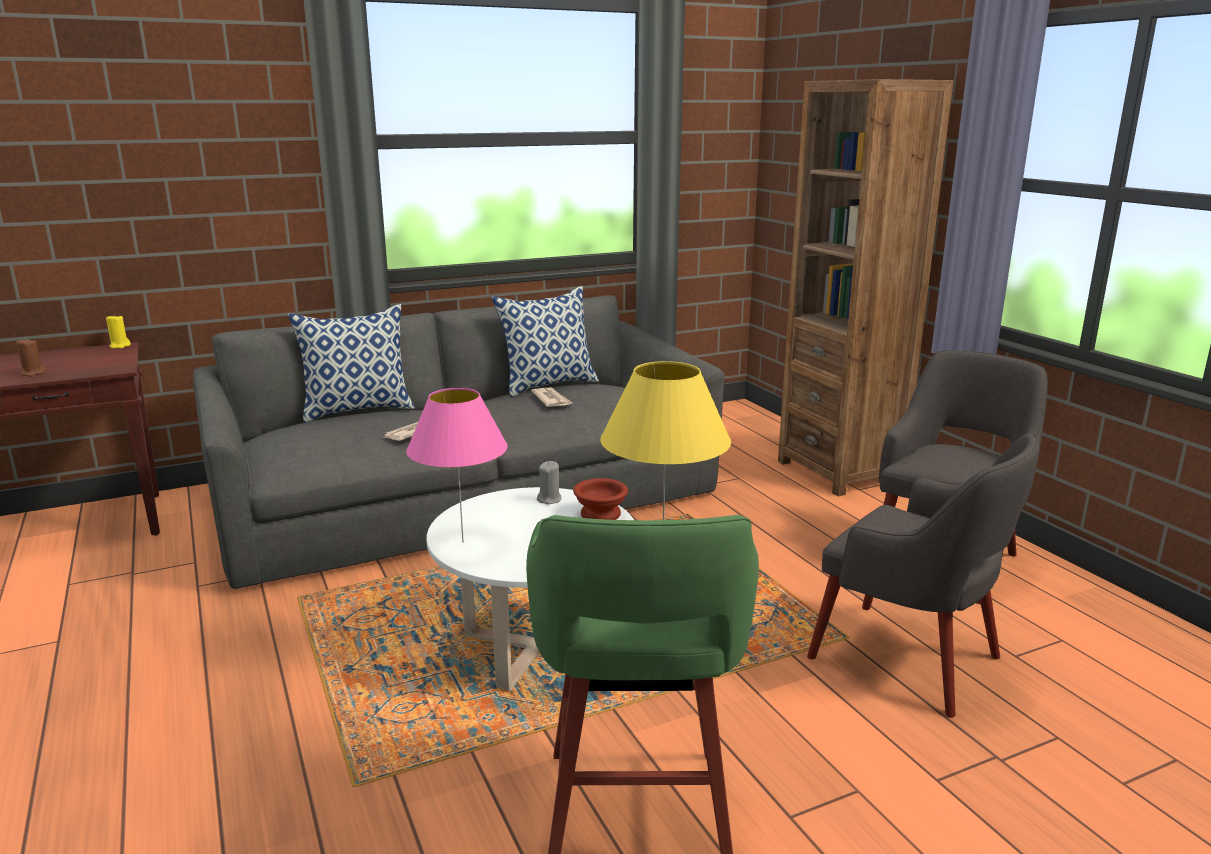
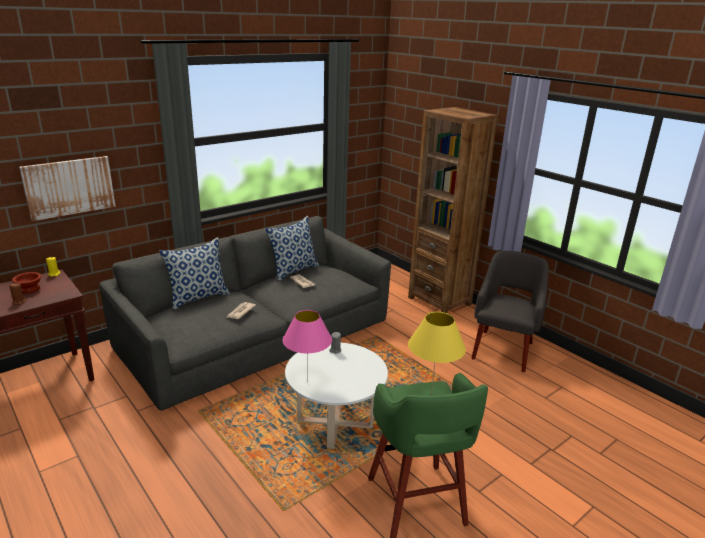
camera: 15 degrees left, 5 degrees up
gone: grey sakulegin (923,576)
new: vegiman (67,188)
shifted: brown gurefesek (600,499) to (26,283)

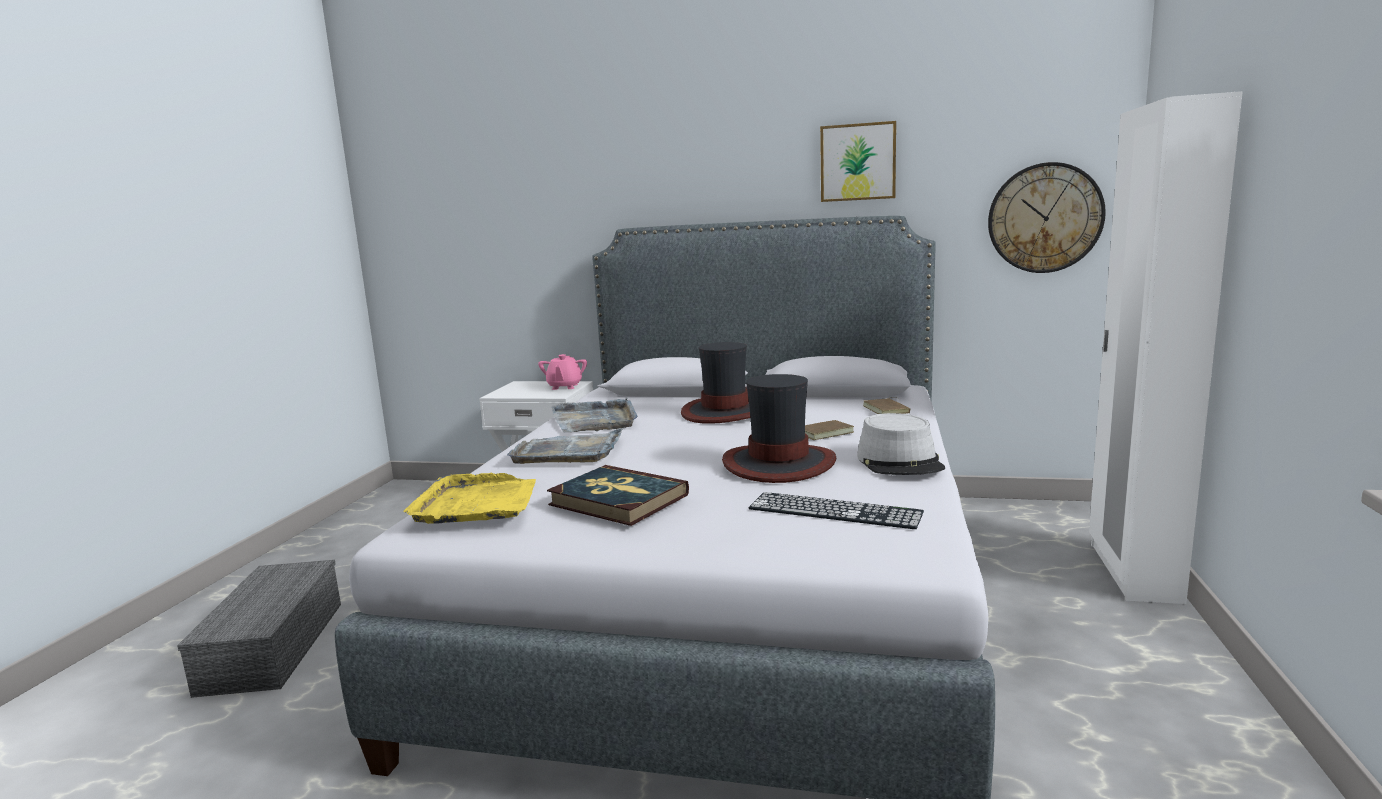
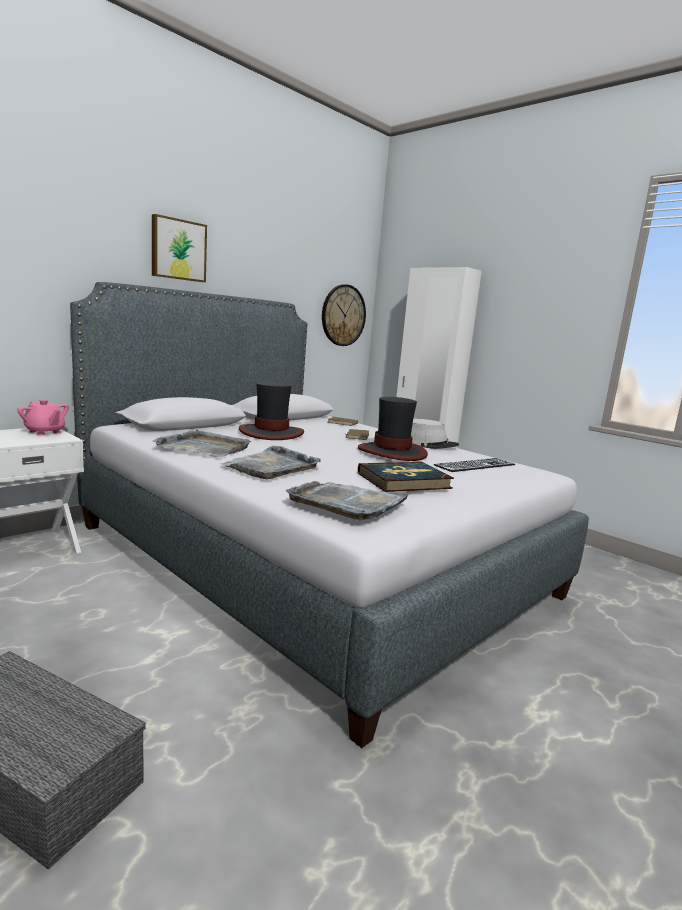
camera: 60 degrees left, 0 degrees up
shifted: vegiman (858,161) to (179,248)
repainted: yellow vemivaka (469,498) to grey vemivaka (348,500)

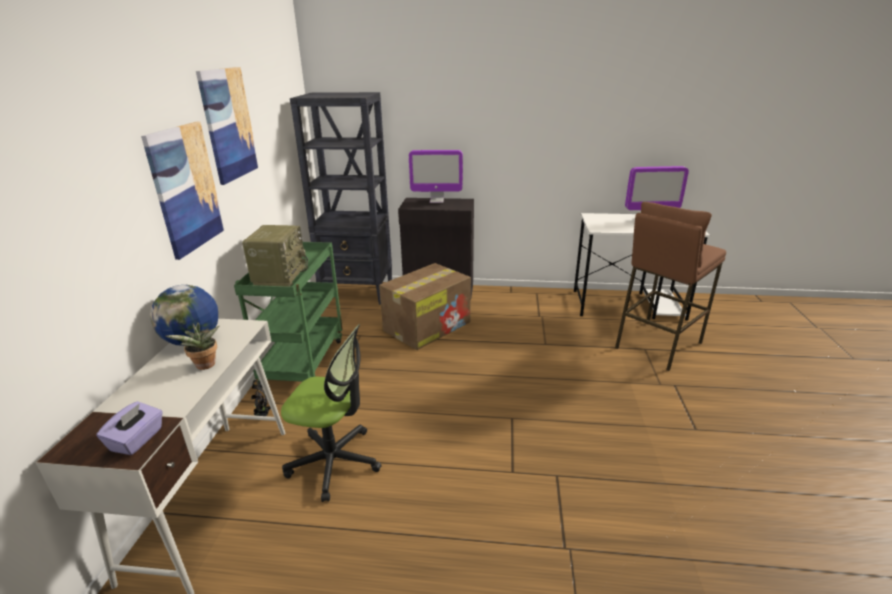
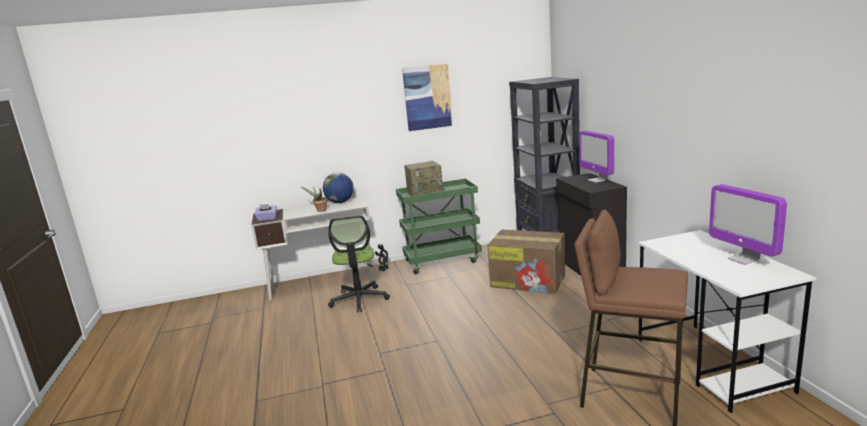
camera: 70 degrees right, 10 degrees down
gone: vegiman (183,191)

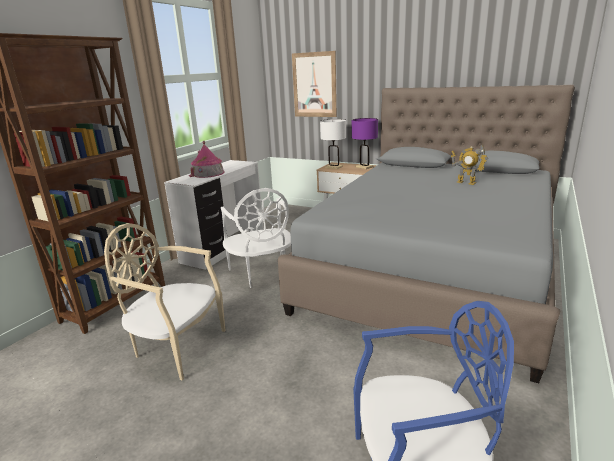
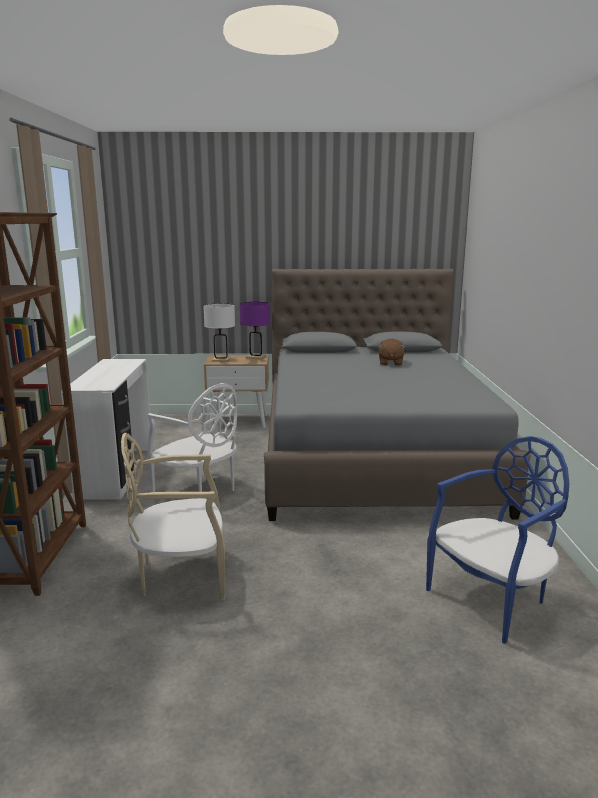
camera: 30 degrees left, 5 degrees down
gone: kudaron (207,159); vegiman (314,84)
swapped: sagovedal (469,164) to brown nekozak (392,352)

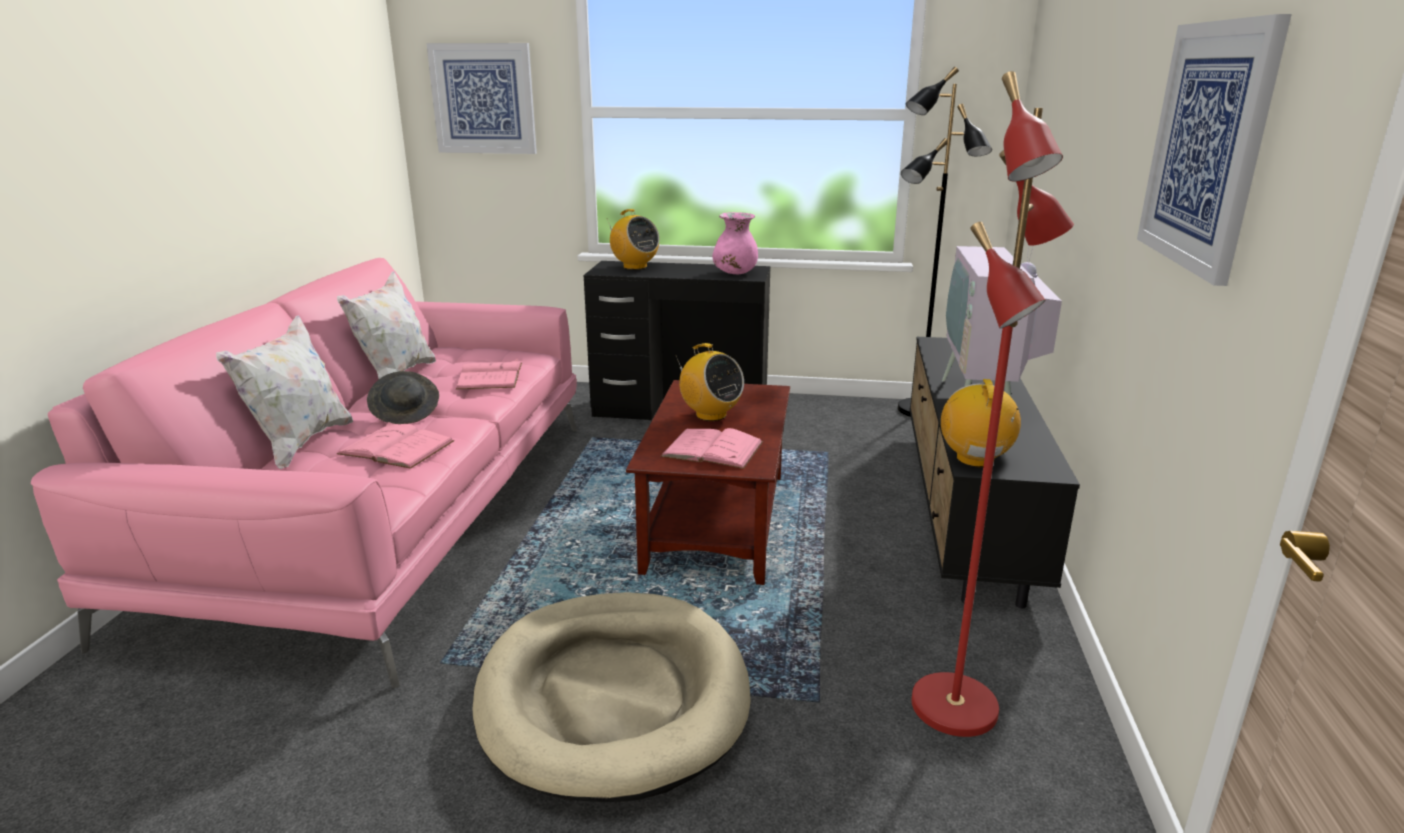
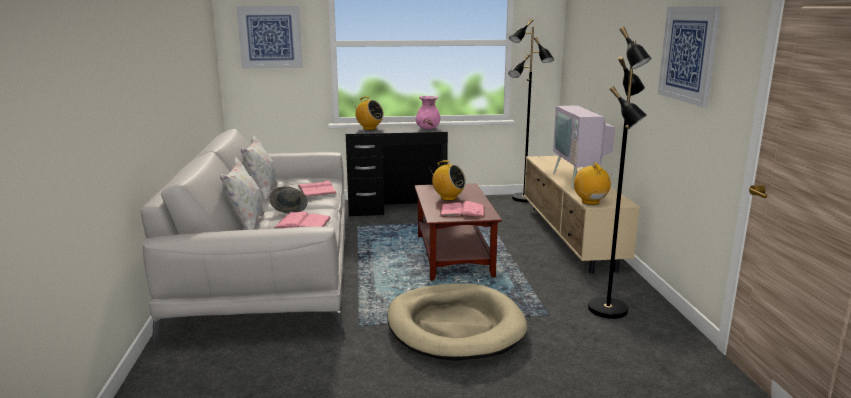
camera: 15 degrees left, 5 degrees down
repainted: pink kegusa (304,473) to grey kegusa (243,238); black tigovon (994,472) to beige tigovon (582,215); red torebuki (992,404) to black torebuki (619,173)

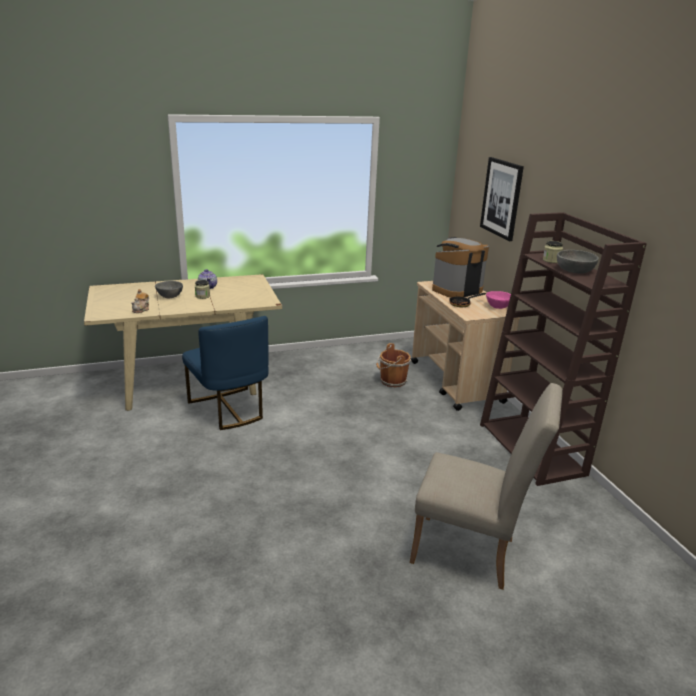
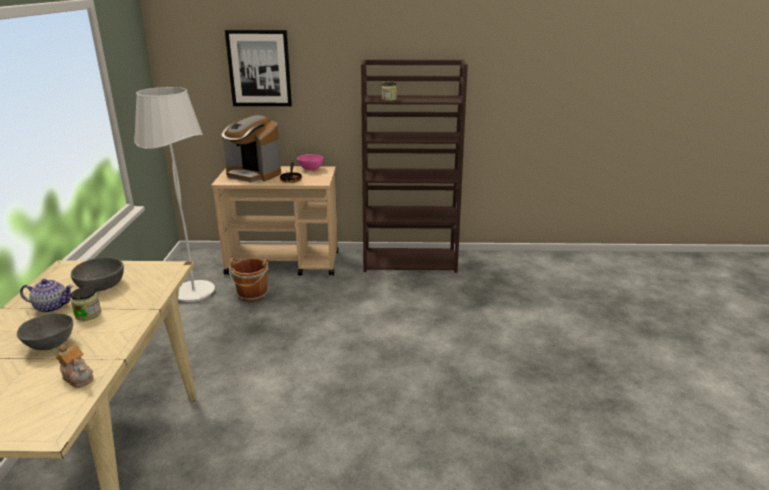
camera: 70 degrees left, 0 degrees up
gone: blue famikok (225,373); beige famikok (486,486)
new: white torebuki (174,194)
shifted: grey gurefesek (578,261) to (97,274)
rotated: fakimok (460,267) = (251,148) 45 degrees counterclockwise

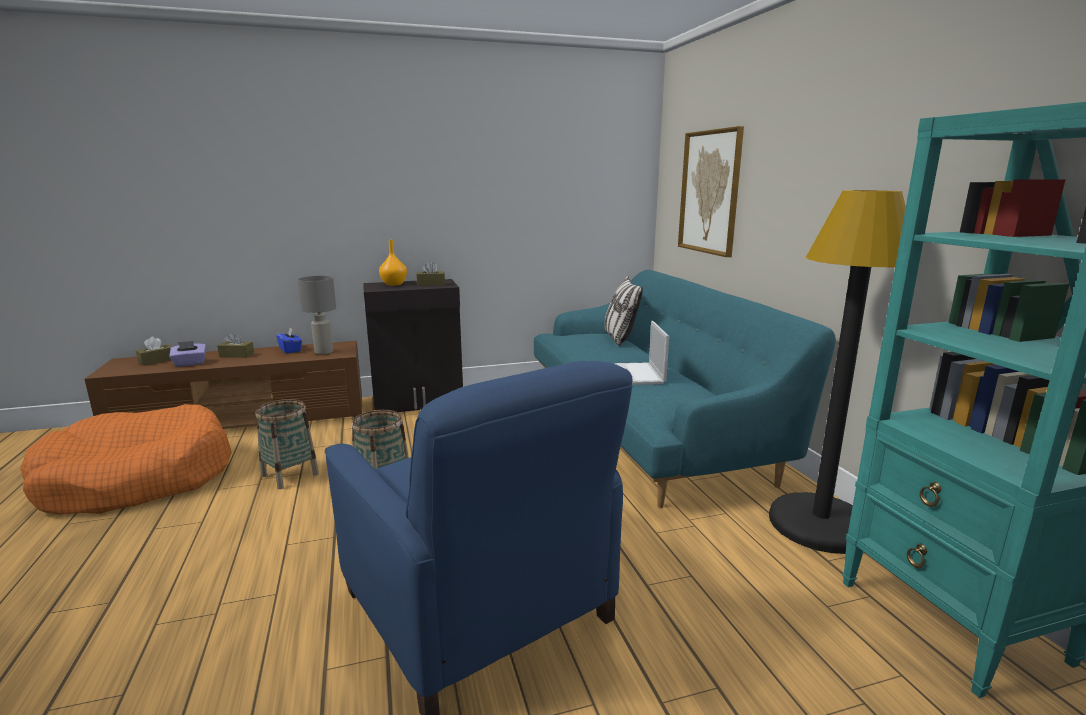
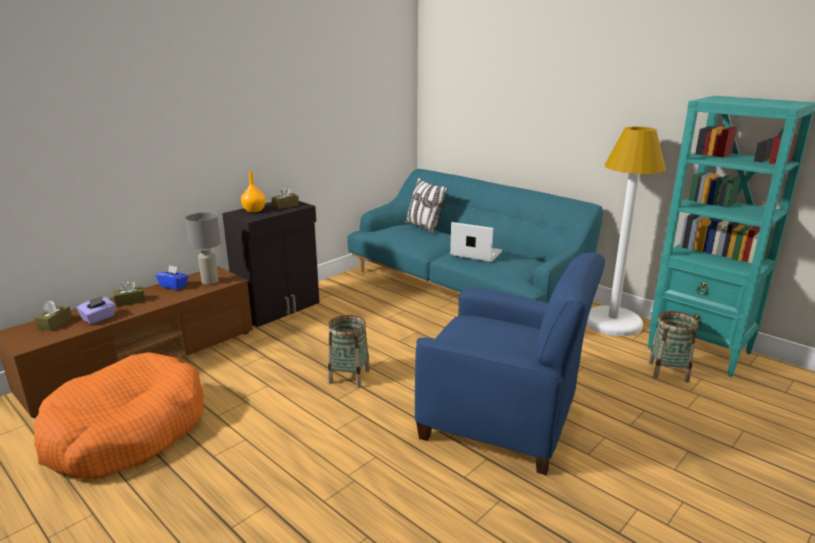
camera: 30 degrees left, 5 degrees up
gone: vegiman (711,191)
shifted: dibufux (287,444) to (673,347)
repainted: black torebuki (844,372) to white torebuki (626,231)
rotated: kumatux (641,353) = (476,242) 150 degrees clockwise

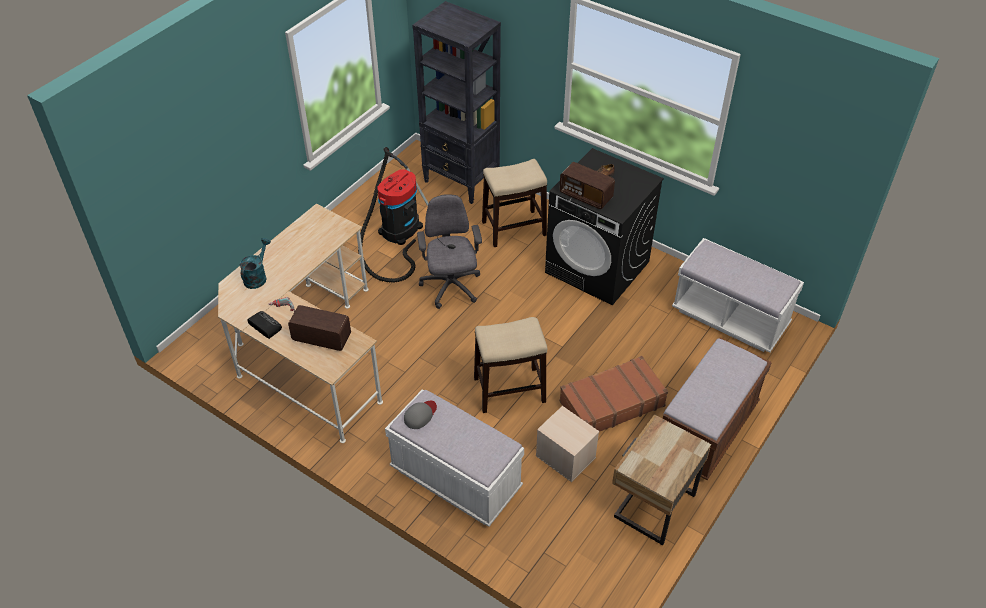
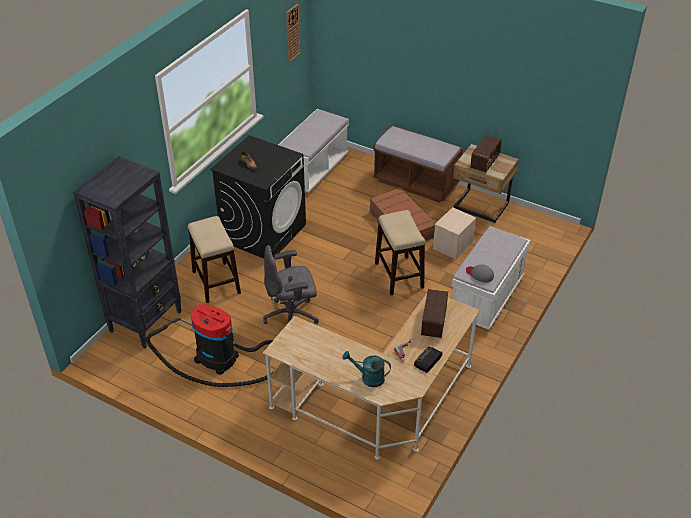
camera: 95 degrees left, 5 degrees down
new: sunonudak (293,33)
shifted: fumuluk (587,185) to (486,153)

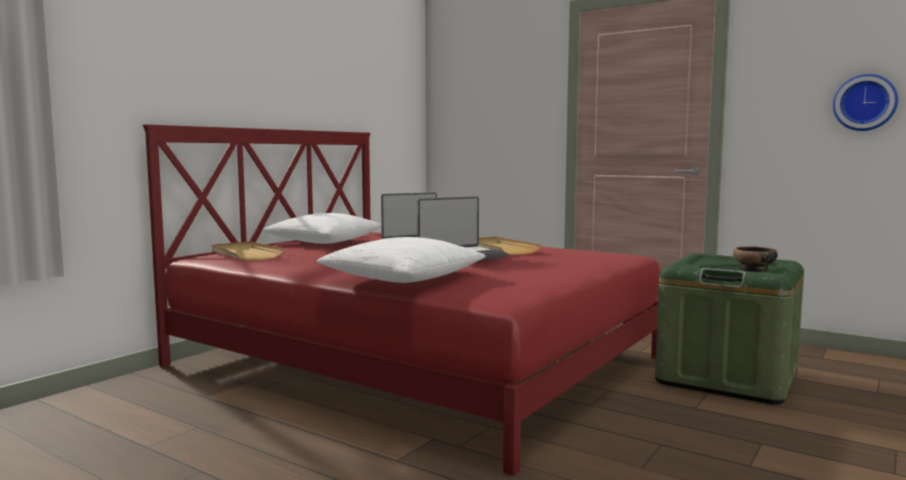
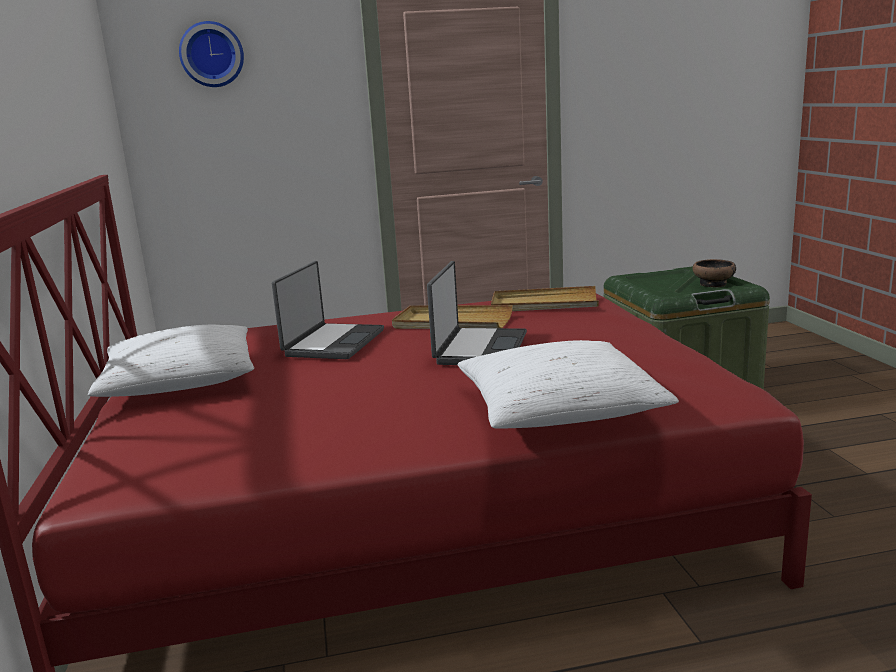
camera: 45 degrees left, 10 degrees up
shifted: sunonudak (865,102) to (211,54); beige vemivaka (248,251) to (545,298)

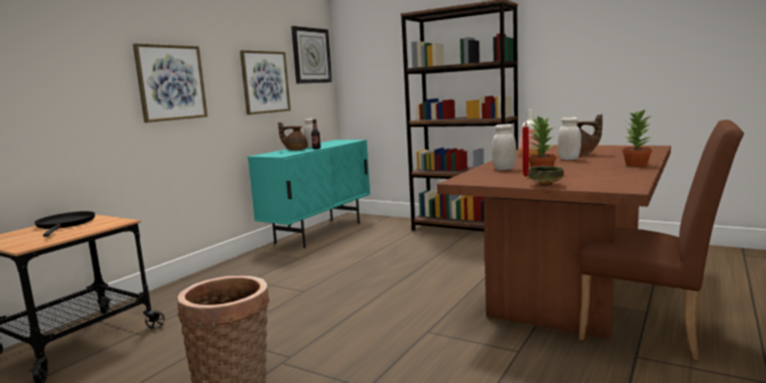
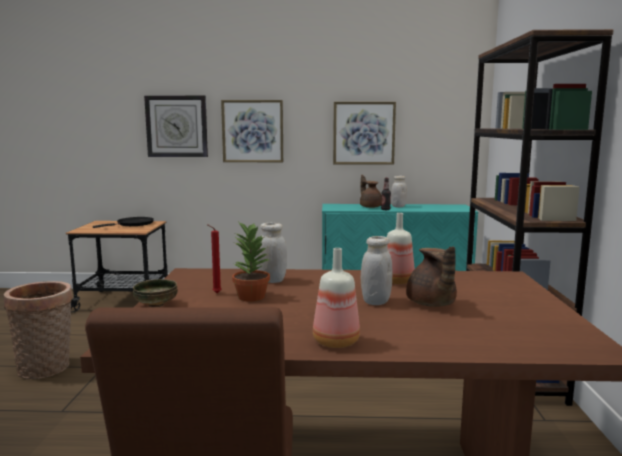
camera: 60 degrees right, 0 degrees up
shifted: sunonudak (311,55) to (176,126)
swapped: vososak (637,138) to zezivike (336,298)

